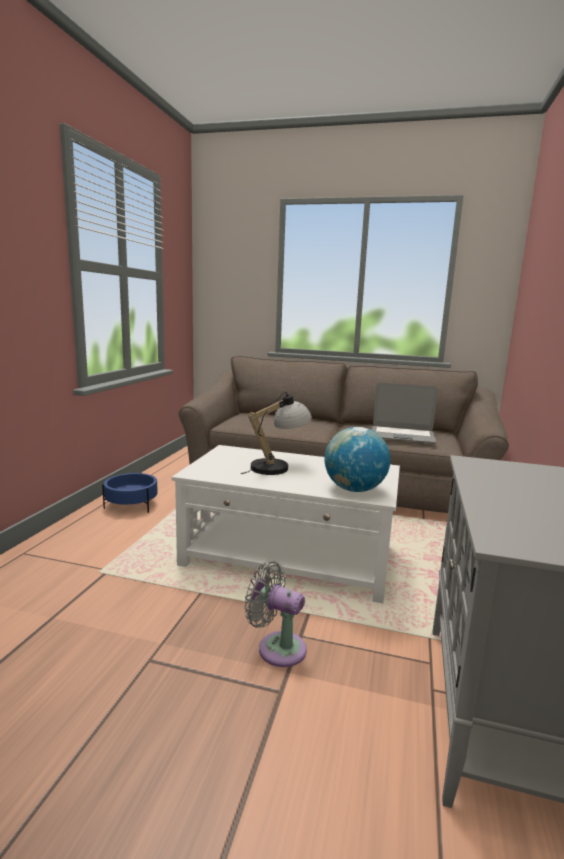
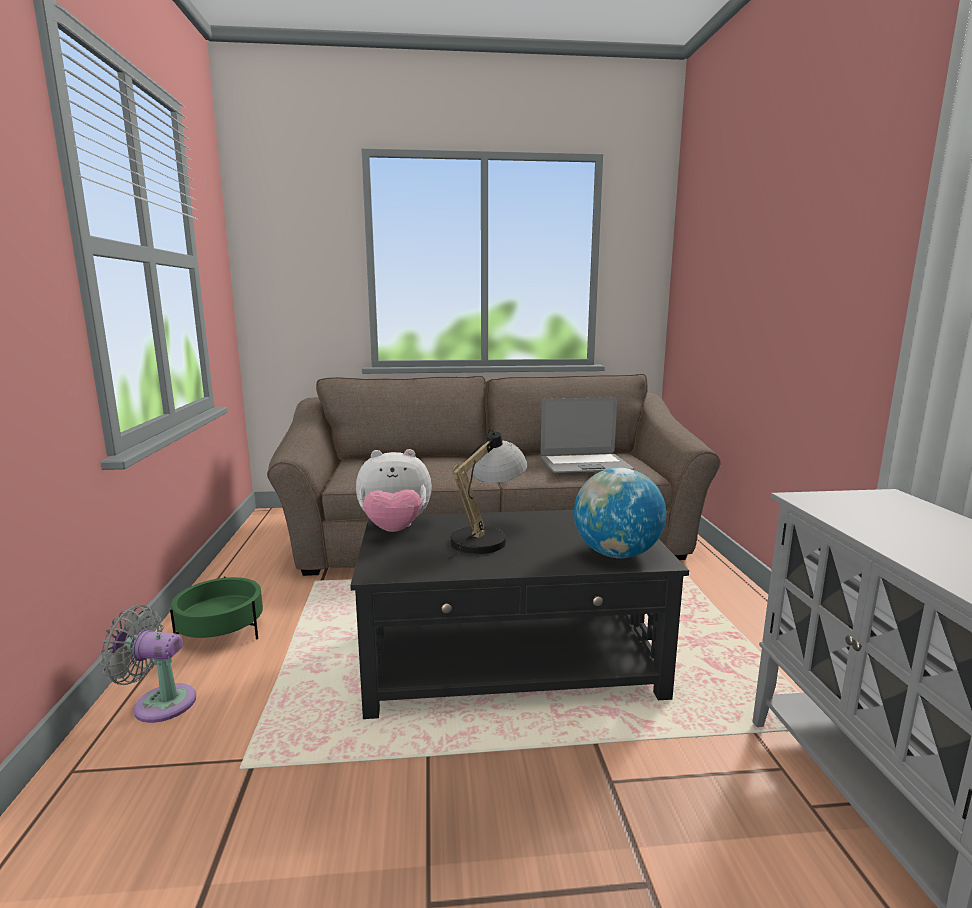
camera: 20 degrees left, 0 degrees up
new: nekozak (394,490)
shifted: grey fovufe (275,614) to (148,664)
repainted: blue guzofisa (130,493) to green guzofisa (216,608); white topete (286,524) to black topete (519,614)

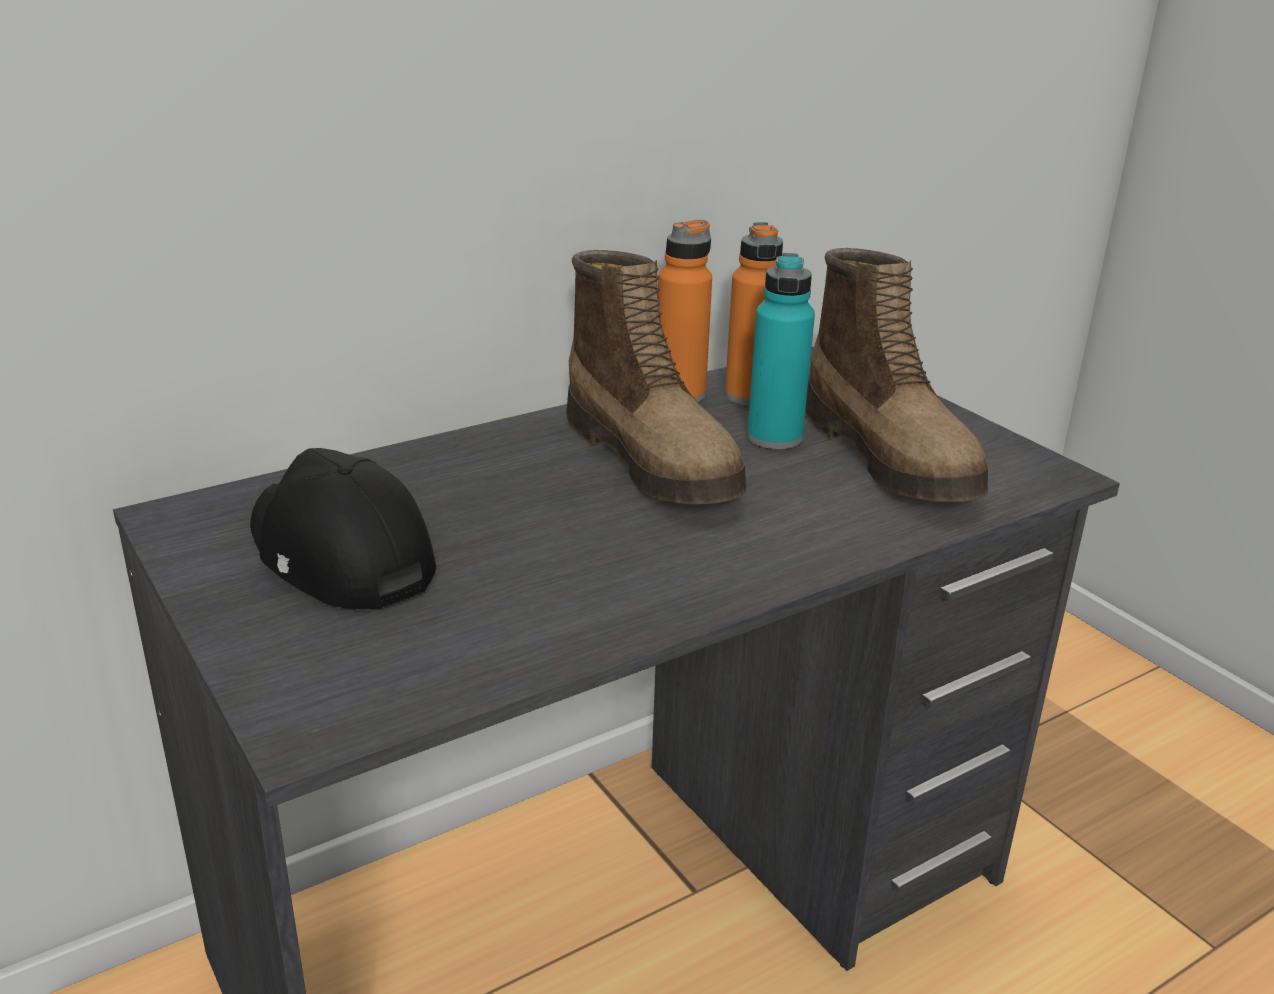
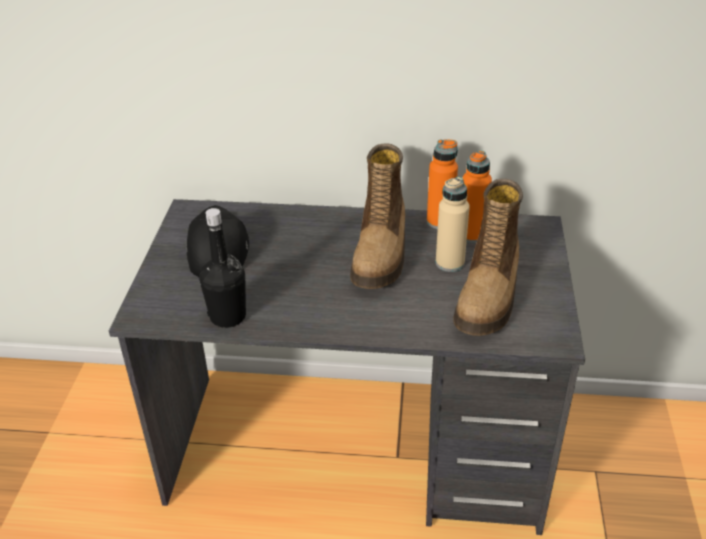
camera: 40 degrees right, 10 degrees up
new: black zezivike (222,268)
repainted: turquoise zezivike (781,351) to beige zezivike (453,224)

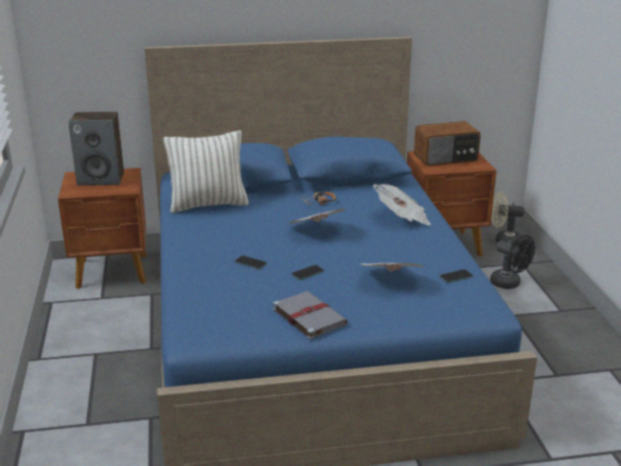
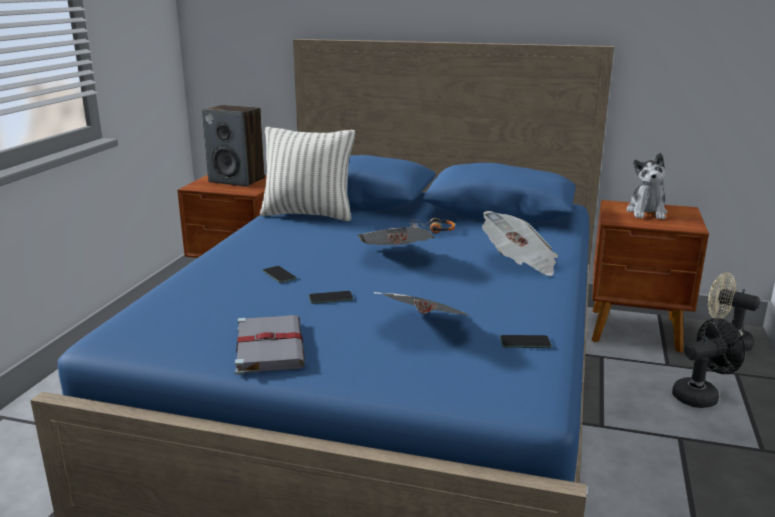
camera: 25 degrees right, 5 degrees down
swapped: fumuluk (447,143) to nekozak (647,186)
rotated: black fovufe (512,262) = (708,363) 90 degrees counterclockwise

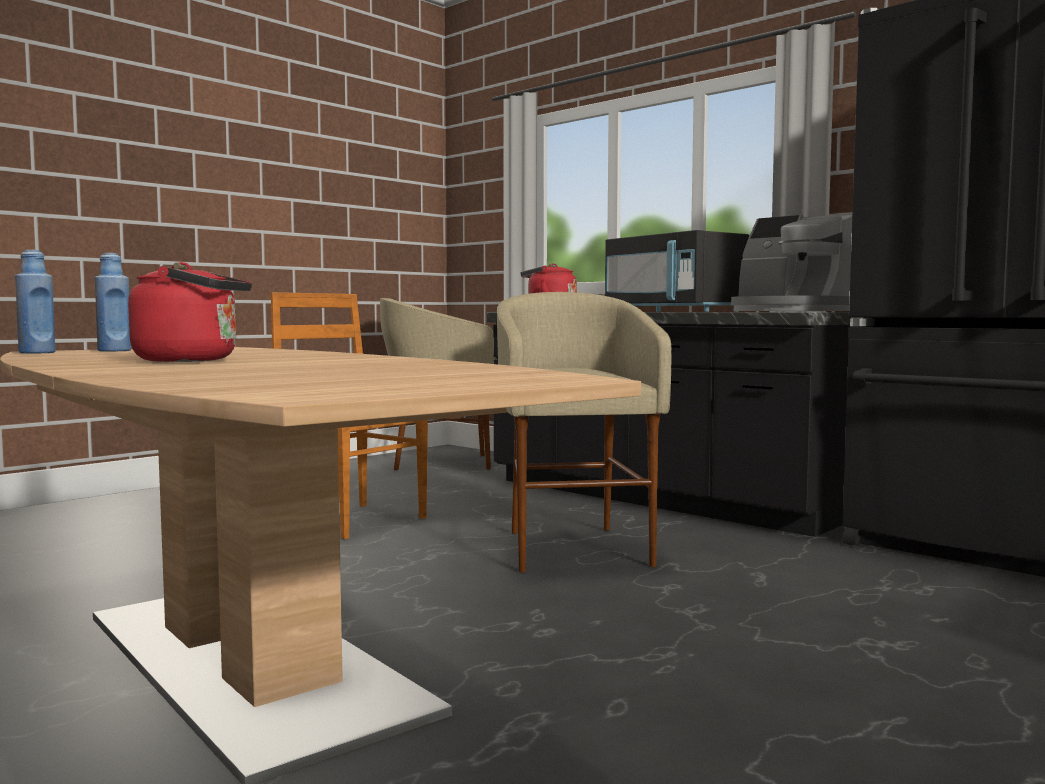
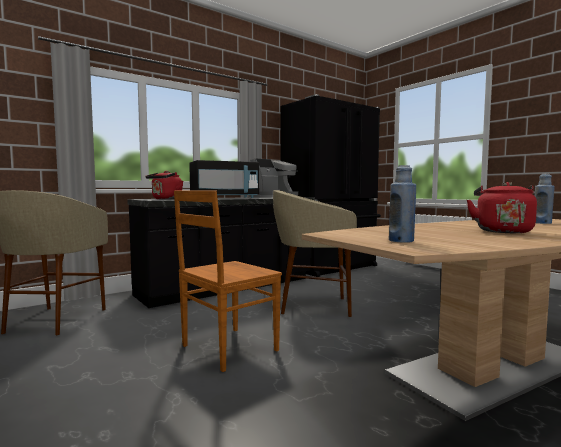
camera: 80 degrees left, 0 degrees up
shifted: blue zezivike (35,302) to (545,199)

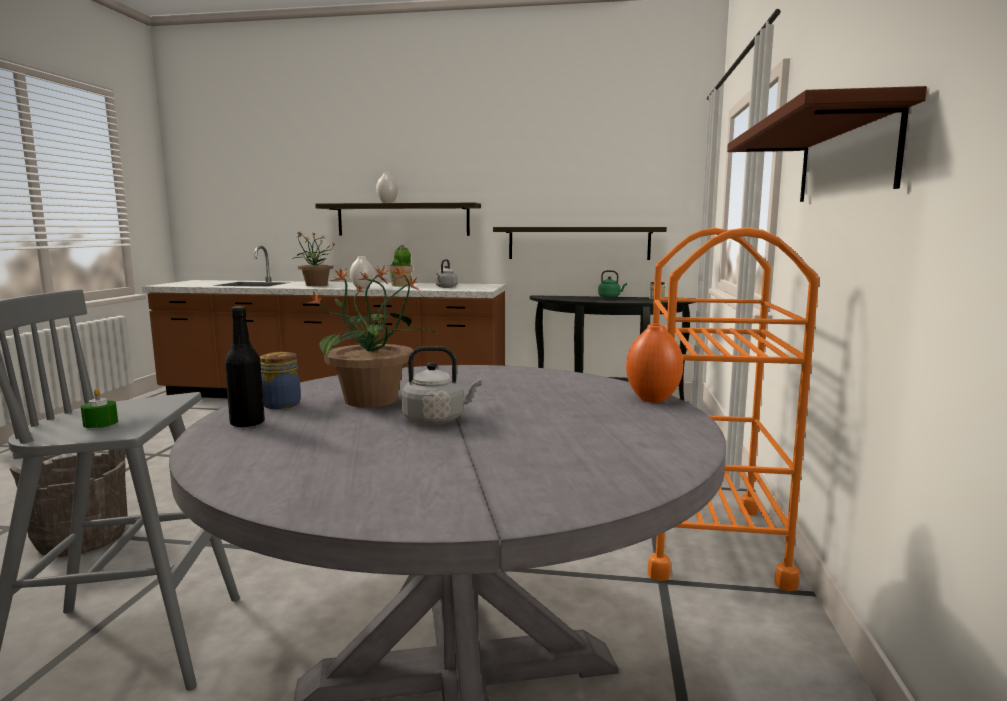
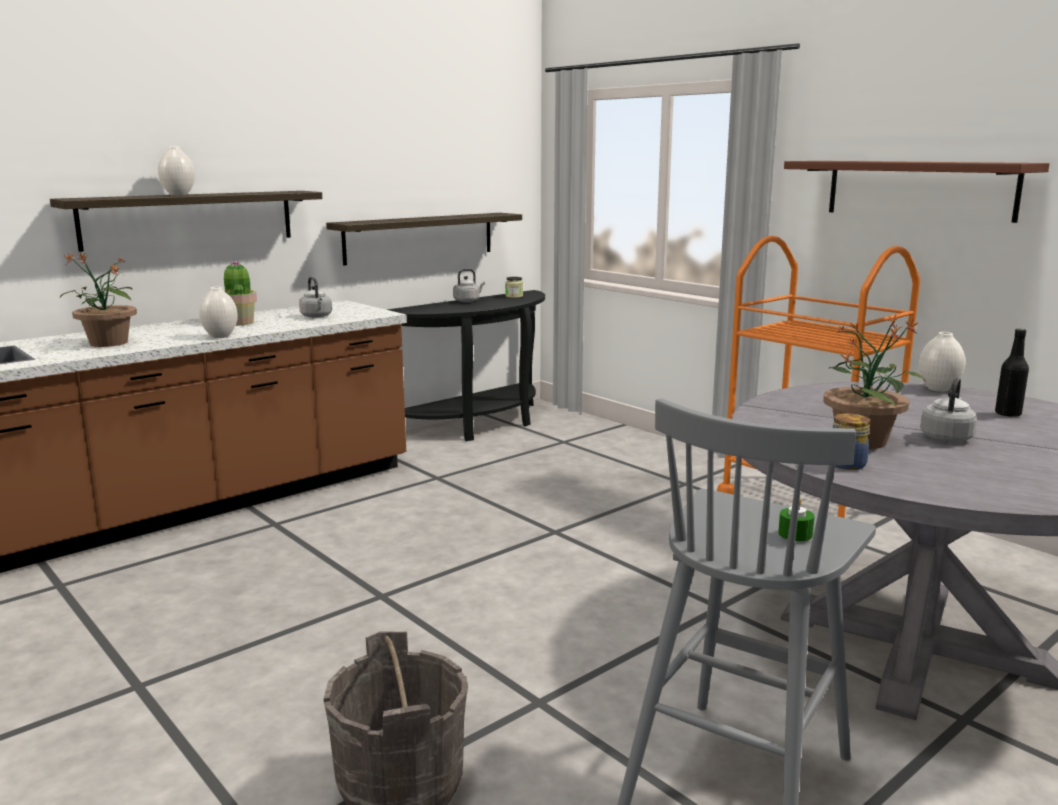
camera: 50 degrees left, 5 degrees up
shifted: black zezivike (245,367) to (1012,372)
repainted: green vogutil (612,284) to grey vogutil (469,285); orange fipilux (654,363) to white fipilux (942,362)

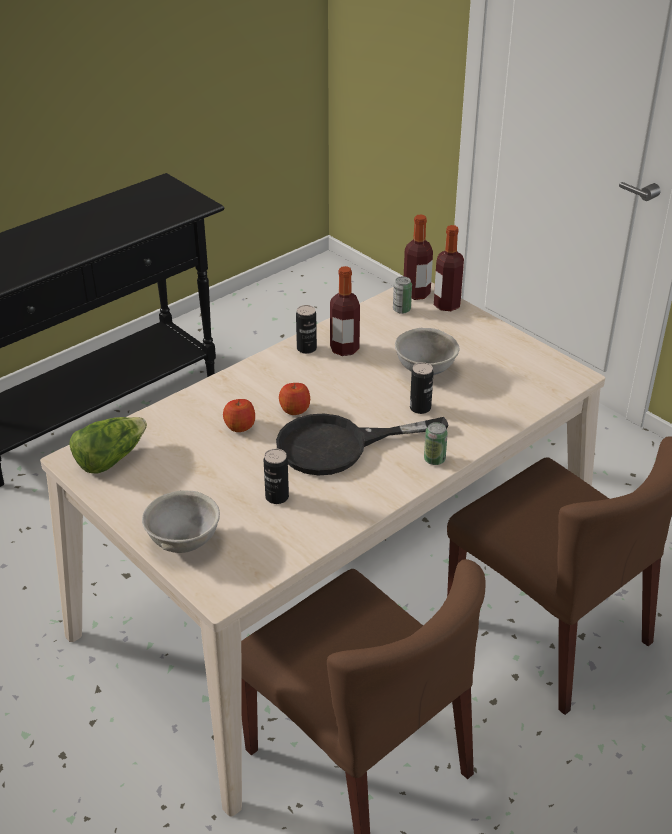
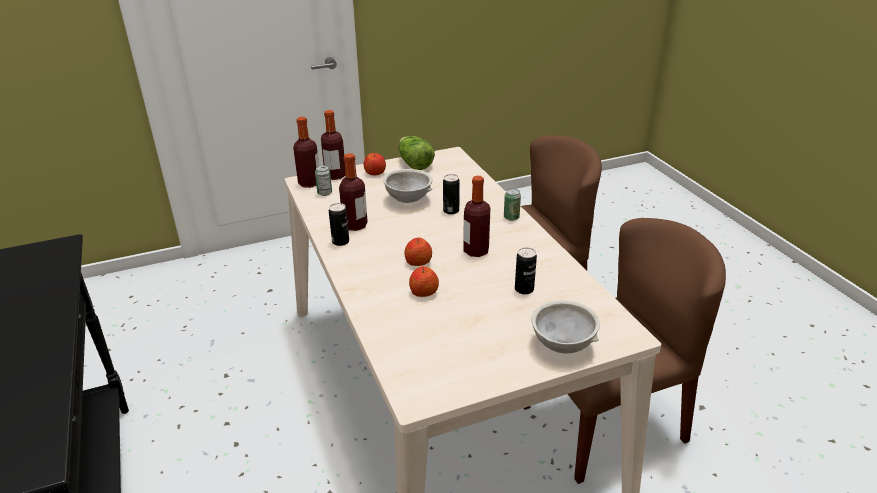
camera: 70 degrees left, 5 degrees down
new: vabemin (375,164)
shifted: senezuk (108,445) to (416,153)
swapped: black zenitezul (362,444) to zezivike (477,216)

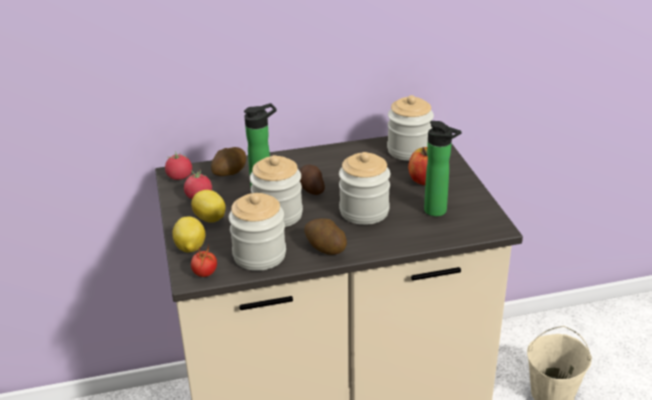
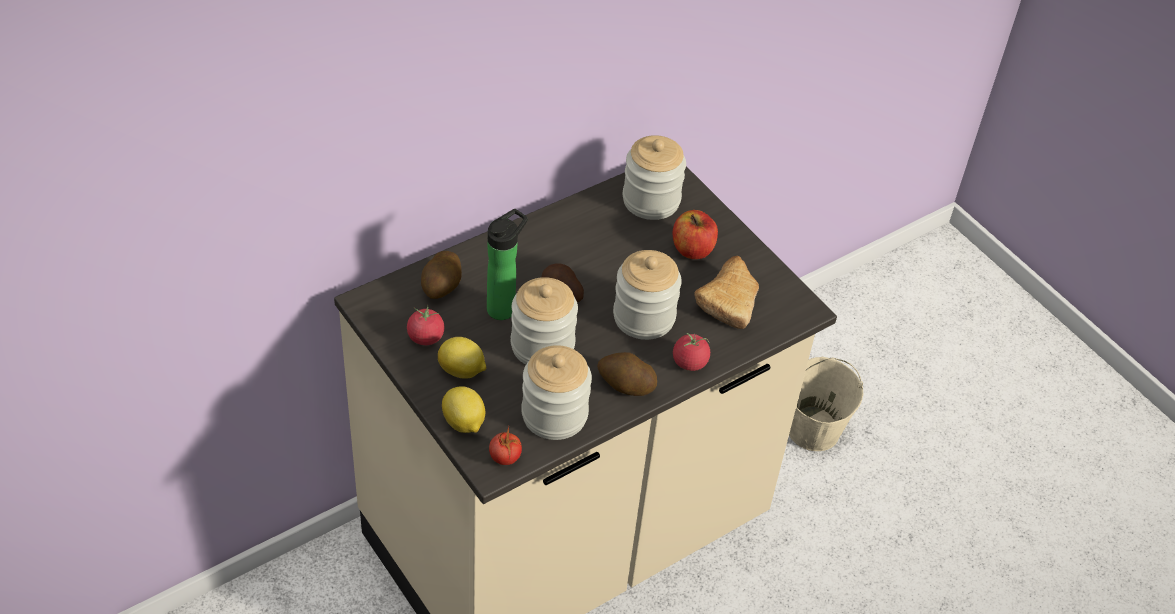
camera: 25 degrees left, 15 degrees up
shifted: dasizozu (178,165) to (691,352)
swapped: zezivike (443,168) to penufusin (726,292)

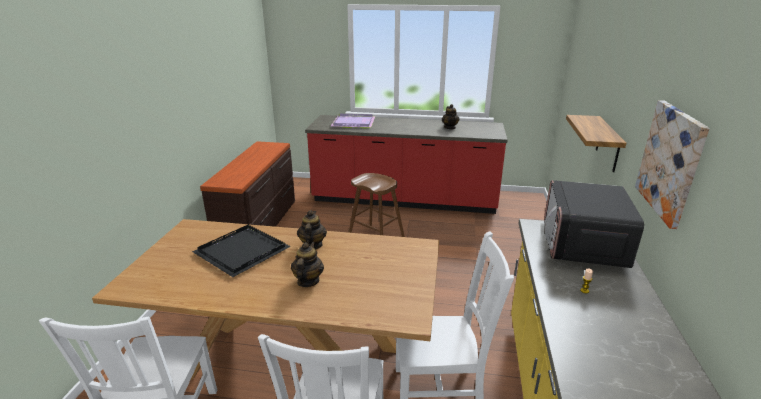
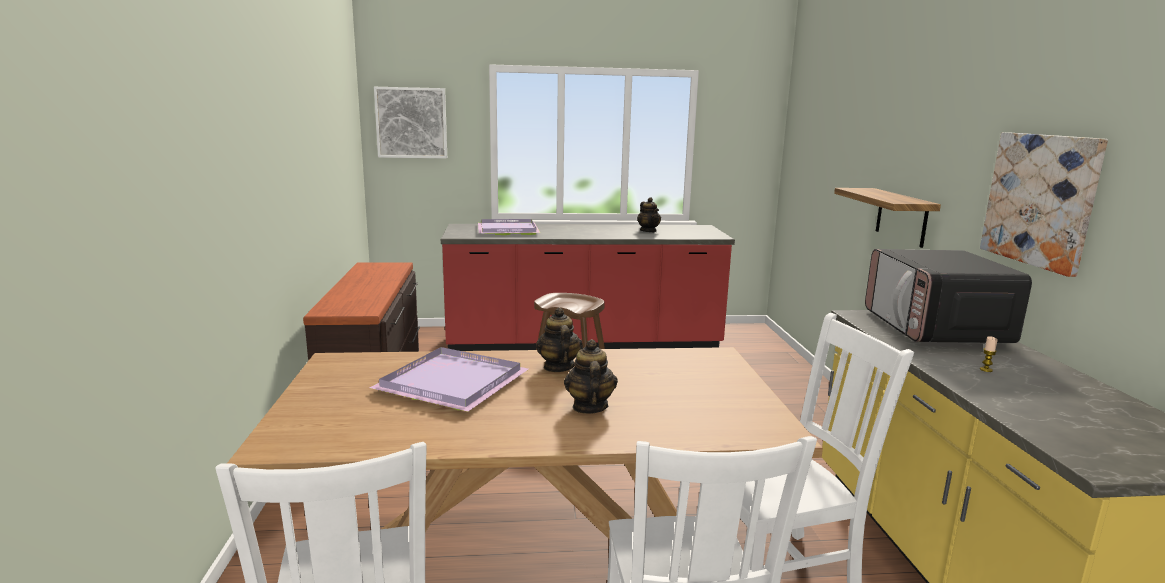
camera: 15 degrees left, 10 degrees down
new: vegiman (410,123)
repainted: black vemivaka (241,251) to purple vemivaka (449,379)

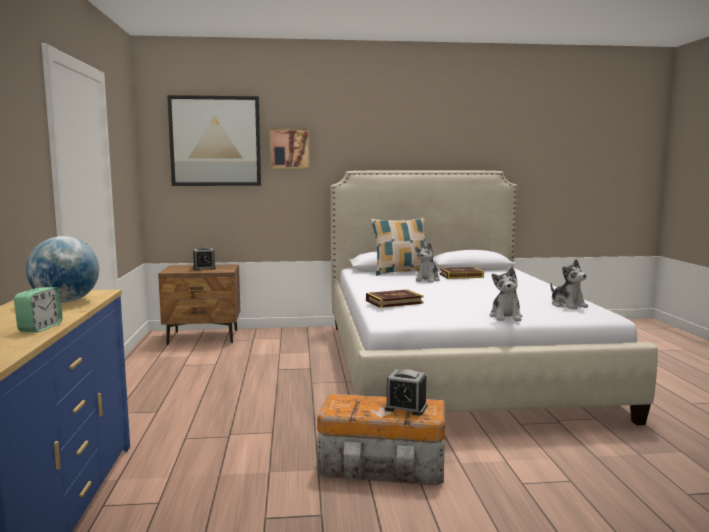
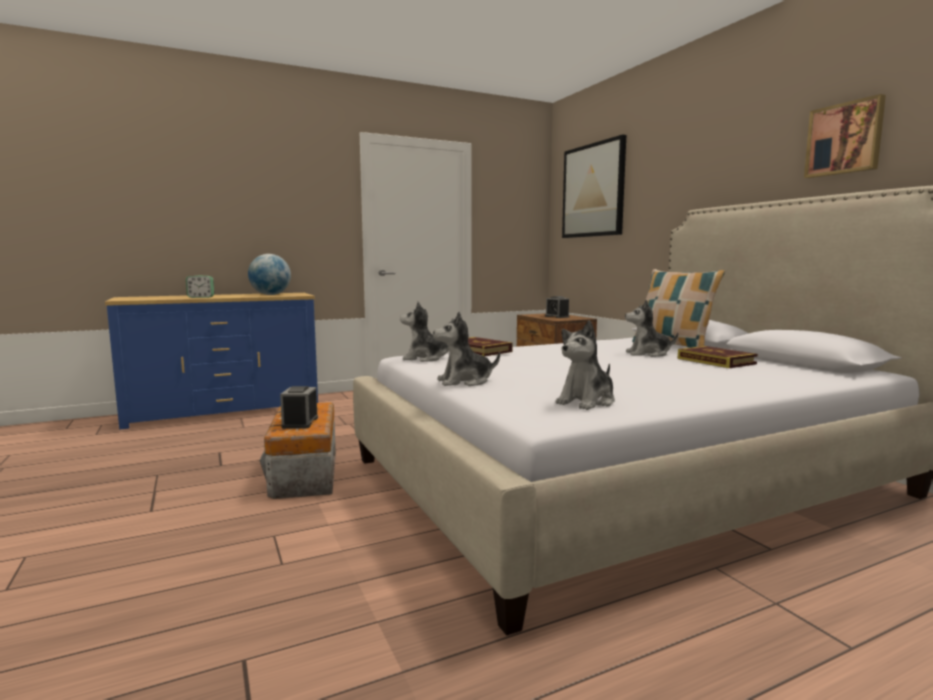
camera: 70 degrees right, 0 degrees up
new: nekozak (424,331)
shifted: vegiman (289,148) to (845,136)

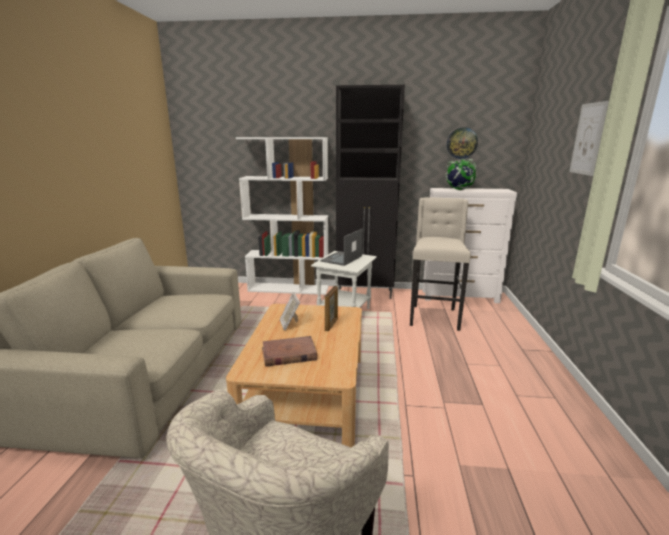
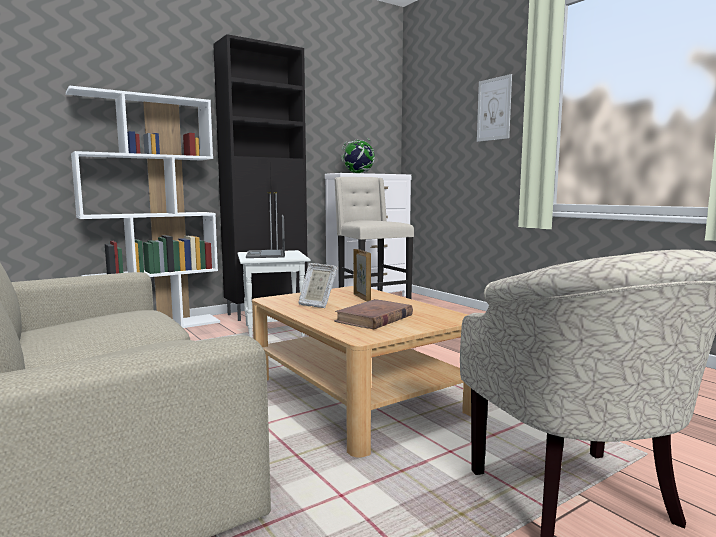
camera: 40 degrees left, 10 degrees down
gone: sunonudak (462,143)

